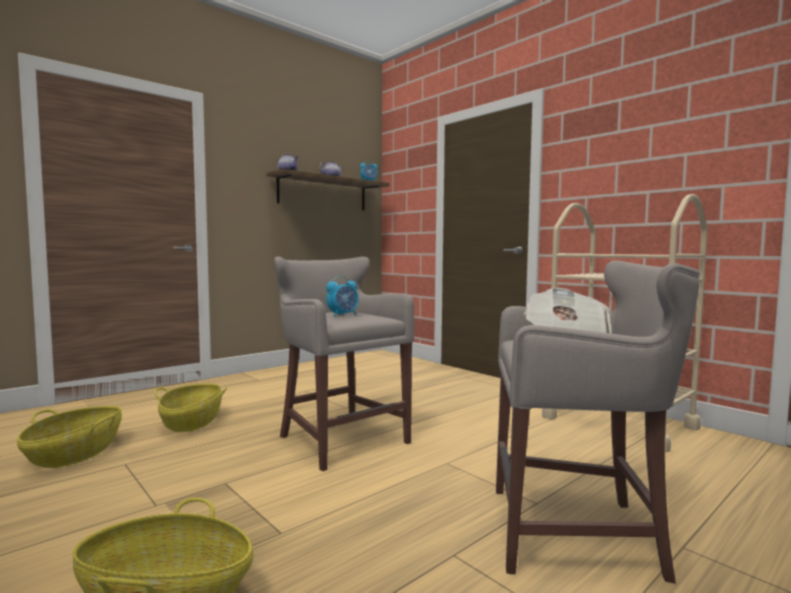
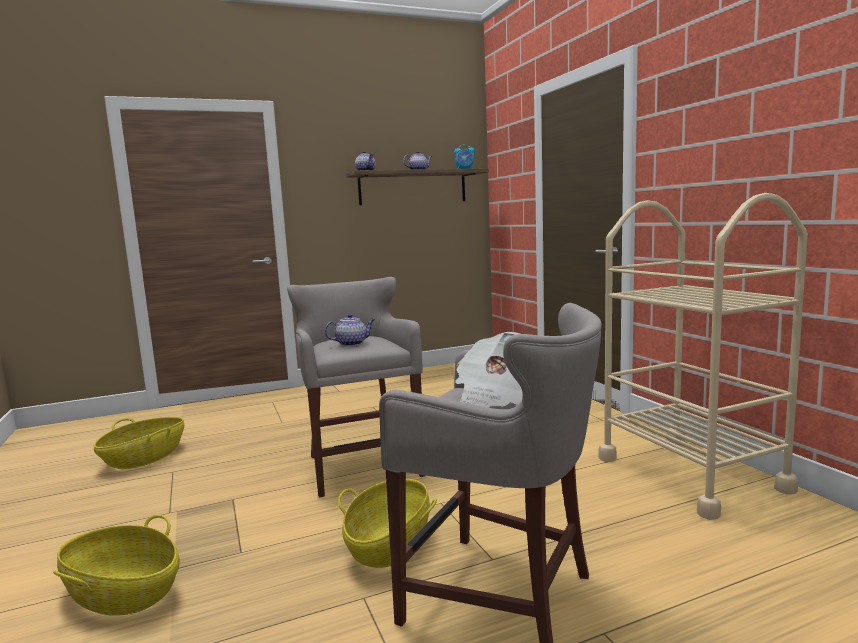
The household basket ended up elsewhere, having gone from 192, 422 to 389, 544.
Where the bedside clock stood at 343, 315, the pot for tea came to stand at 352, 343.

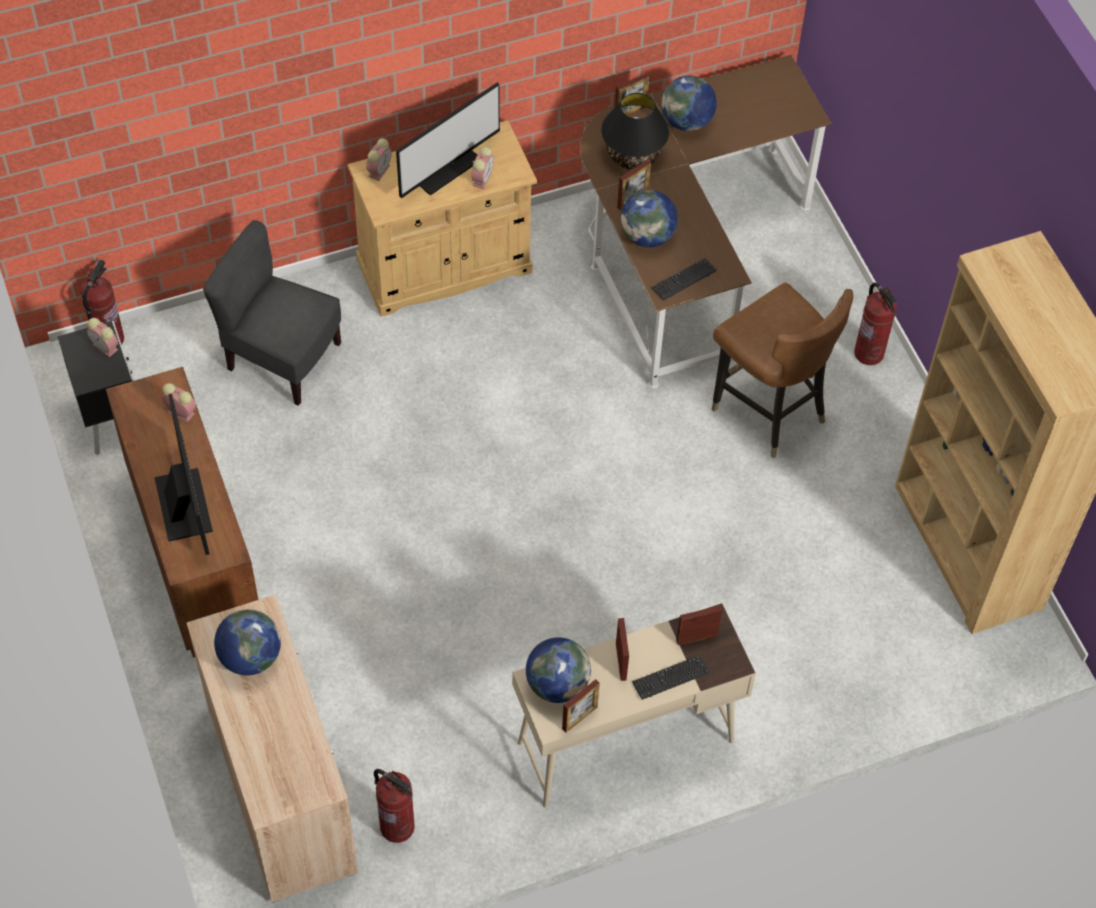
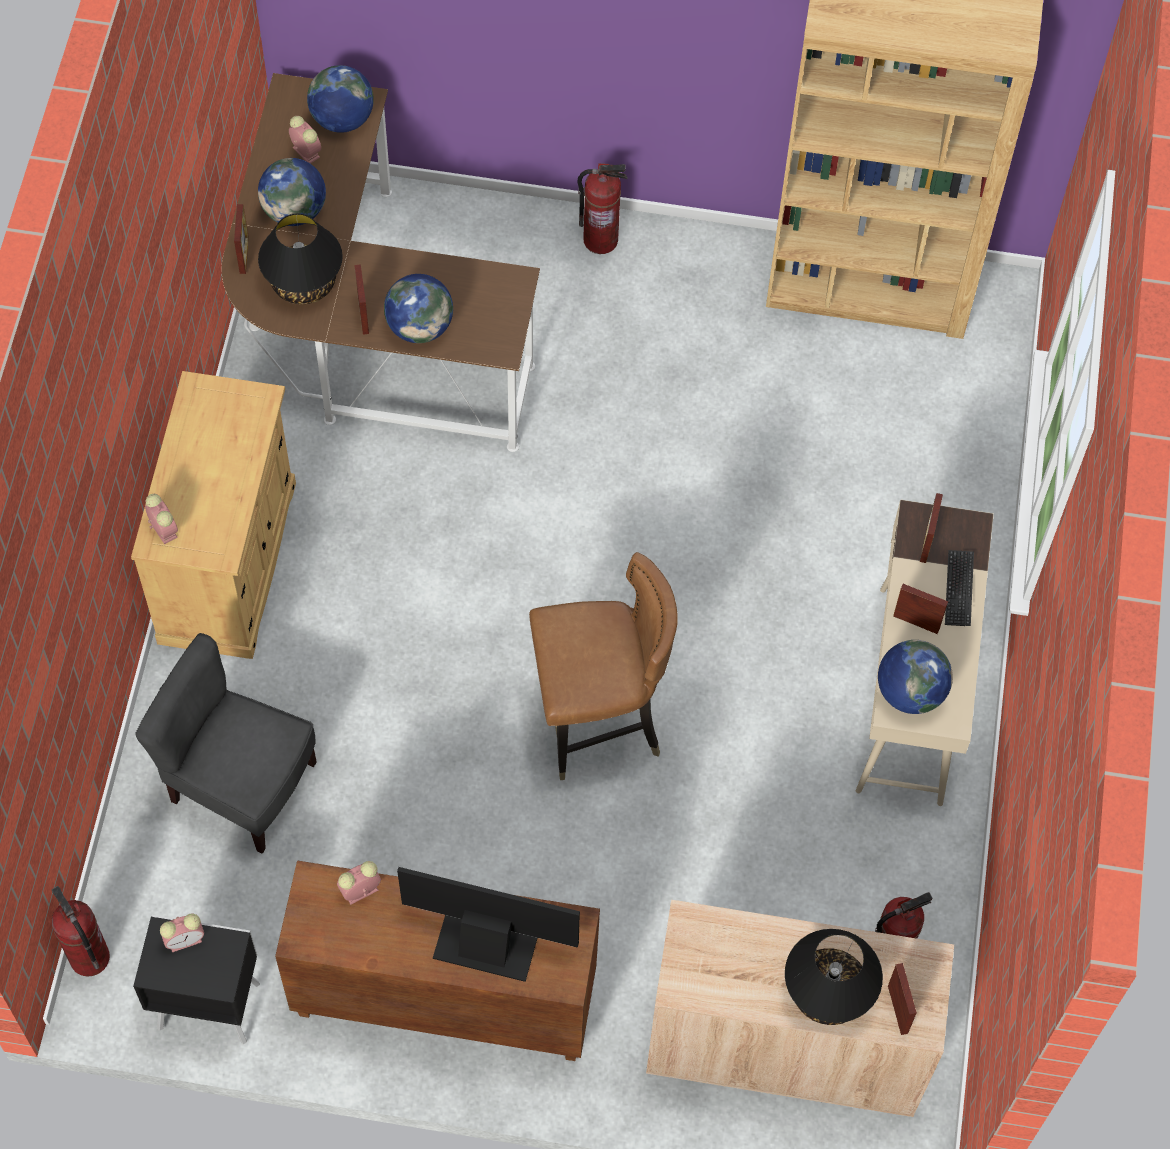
The greyish upright chair at 282, 358 ended up facing another way, 60 degrees clockwise from before.
The globe ended up elsewhere, having gone from 250, 657 to 342, 119.
The second view lost the computer display at 444, 167.
The bedside clock ended up elsewhere, having gone from 482, 178 to 305, 151.
The picture frame ended up elsewhere, having gone from 579, 718 to 897, 1009.
The second view lost the PC keyboard at 683, 280.
The brownish upright chair ended up elsewhere, having gone from 768, 411 to 598, 724.
The second view gained the blackish table lamp at 828, 991.

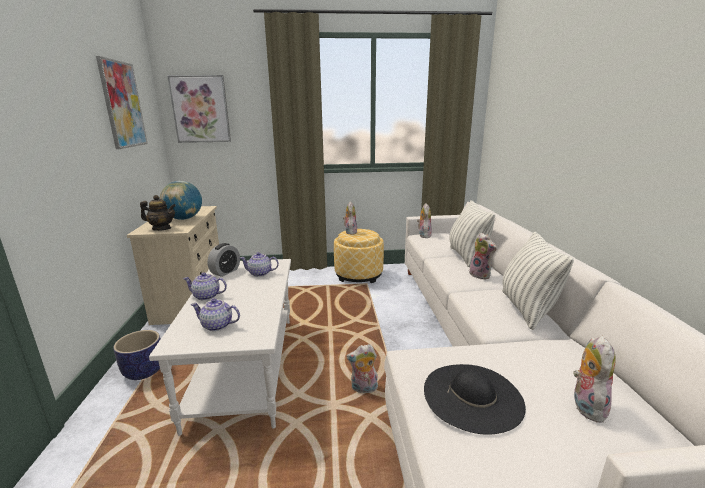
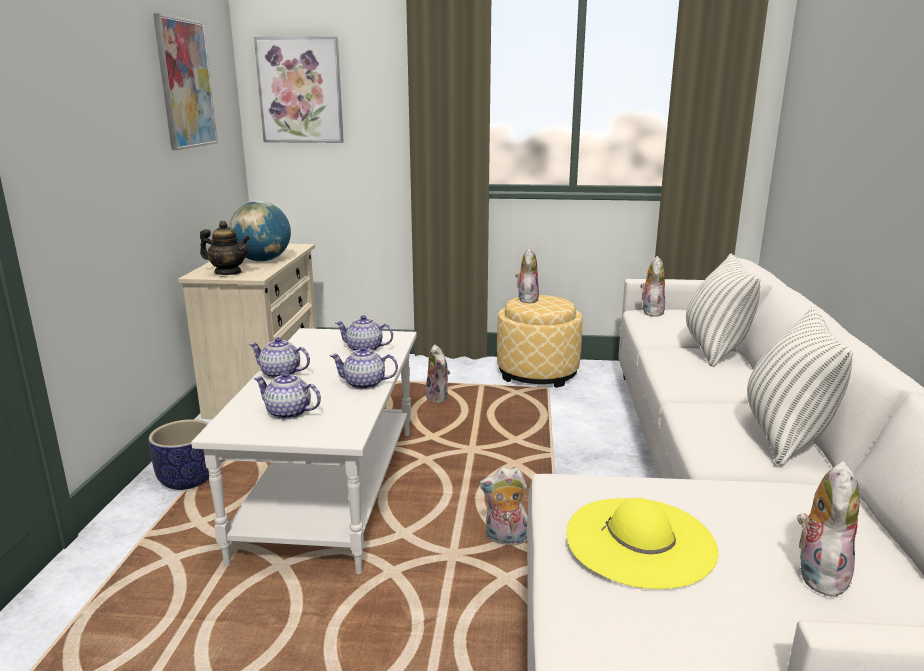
The second view lost the bedside clock at 225, 272.
What was the blackish wearable hat at 472, 396 turned into the yellow-coloured wearable hat at 640, 540.
The soft toy ended up elsewhere, having gone from 481, 275 to 439, 399.
The second view gained the pot for tea at 365, 384.

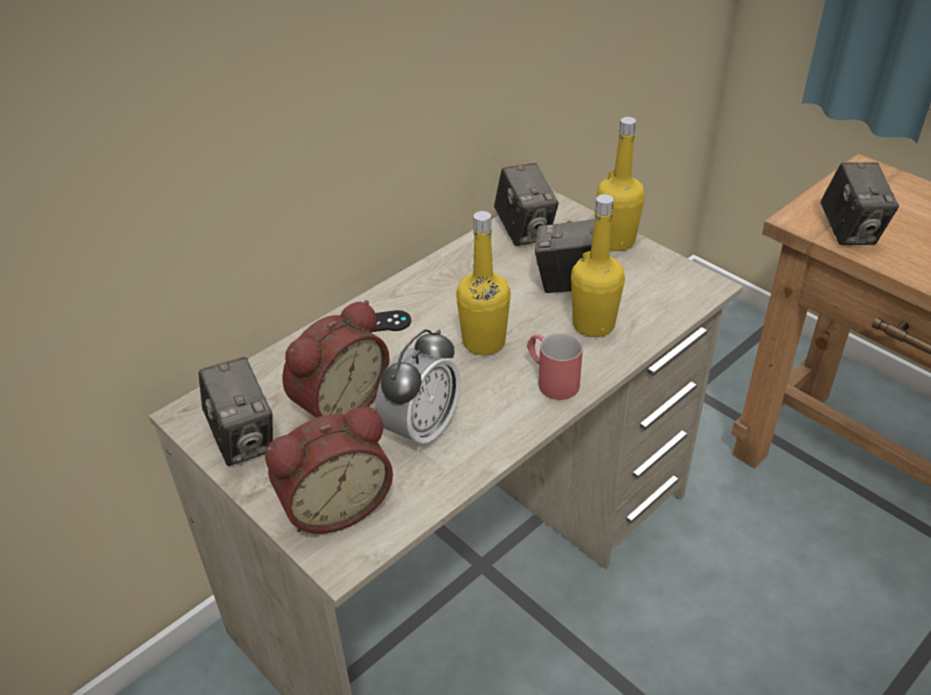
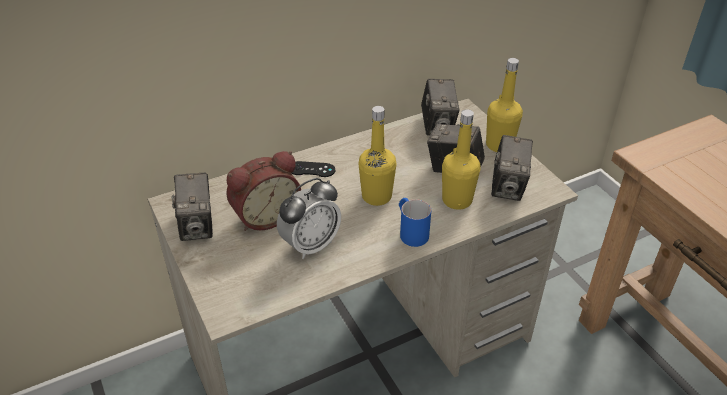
The second view lost the bedside clock at 334, 504.
What was the red-coloured mug at 551, 380 turned into the bluish mug at 410, 231.
The still camera ended up elsewhere, having gone from 849, 232 to 508, 187.

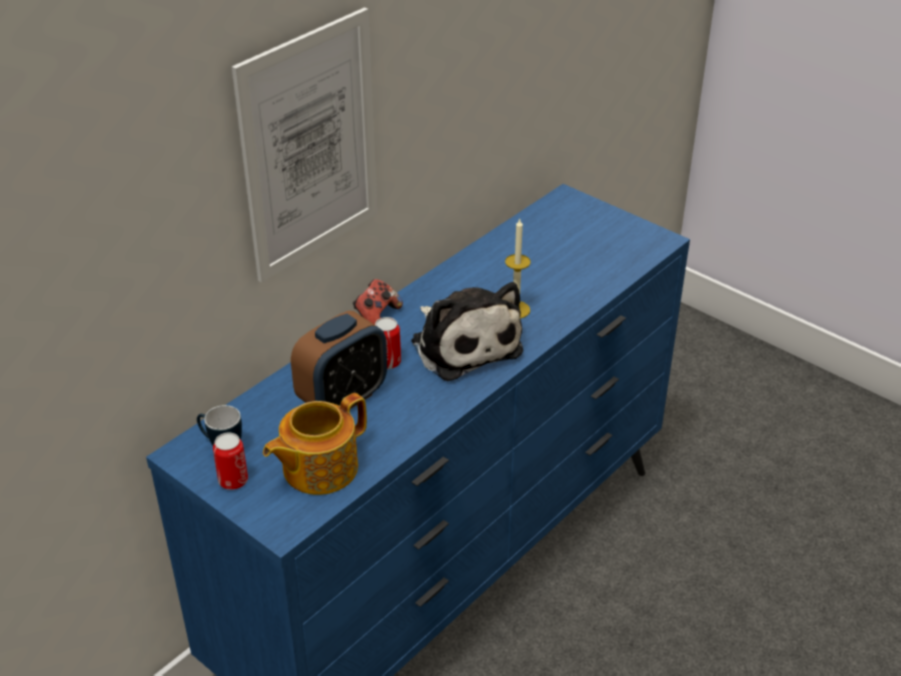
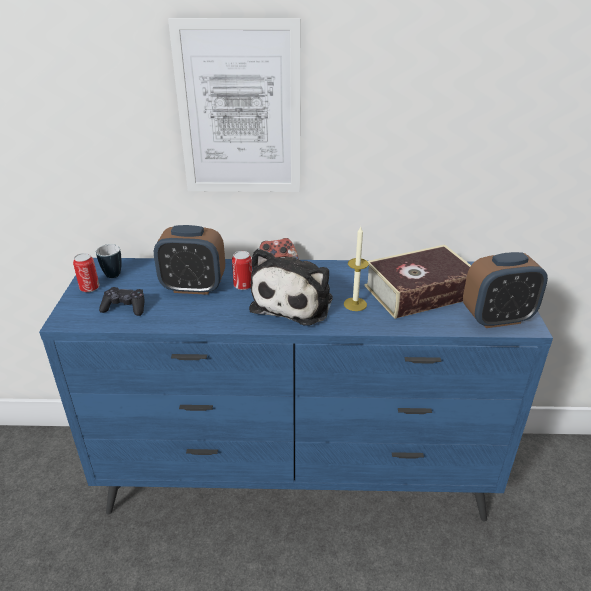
Where the pot for tea stood at 318, 468, the blackish joypad came to stand at 125, 307.
The second view gained the volume at 419, 292.
The second view gained the bedside clock at 497, 318.

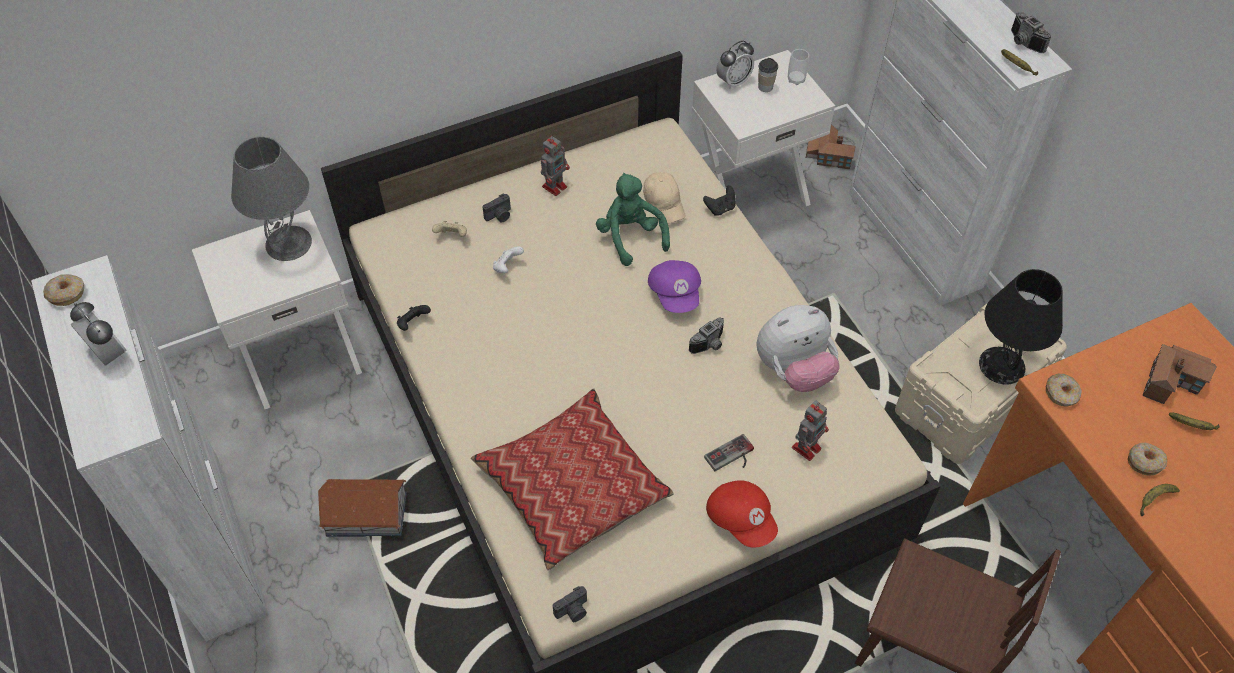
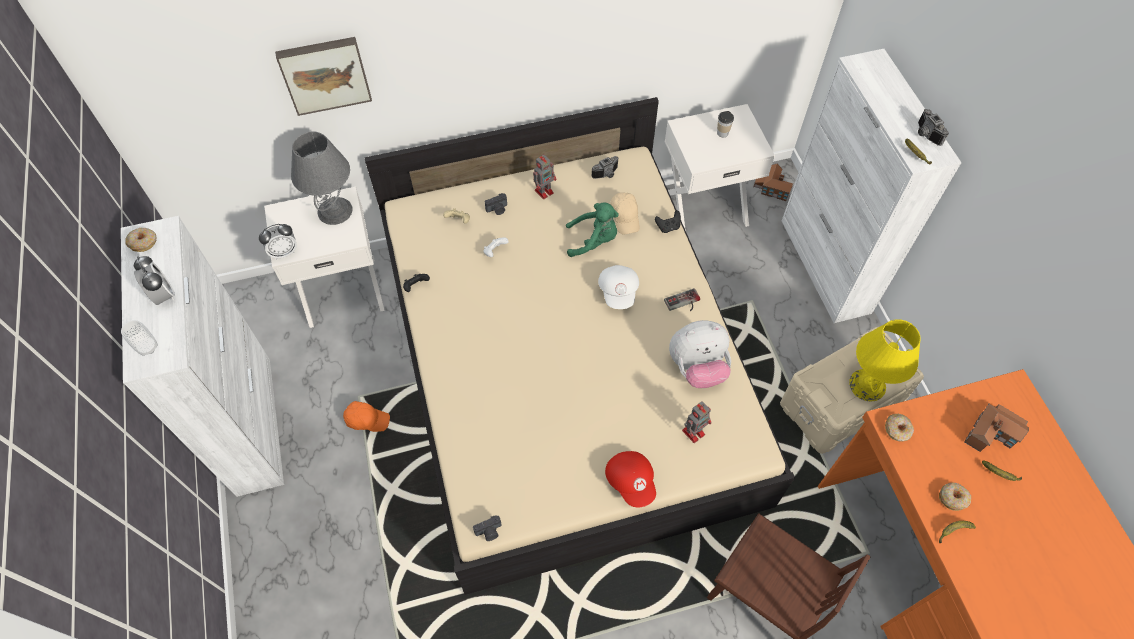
Where the toy house stood at 366, 514, the orange-coloured peaked cap came to stand at 367, 419.
The second view lost the cushion at 572, 486.
The greenish soft toy at 630, 237 ended up facing another way, 105 degrees clockwise from before.
What was the purple-coloured peaked cap at 676, 294 turned into the whitish peaked cap at 619, 292.
The still camera ended up elsewhere, having gone from 710, 345 to 607, 174.
The joypad ended up elsewhere, having gone from 732, 458 to 683, 303.
The bedside clock ended up elsewhere, having gone from 733, 82 to 284, 252.
The cup ended up elsewhere, having gone from 796, 79 to 147, 347.
What was the blackish table lamp at 1001, 365 turned into the yellow-coloured table lamp at 867, 384.
The second view gained the wall art at 325, 74.

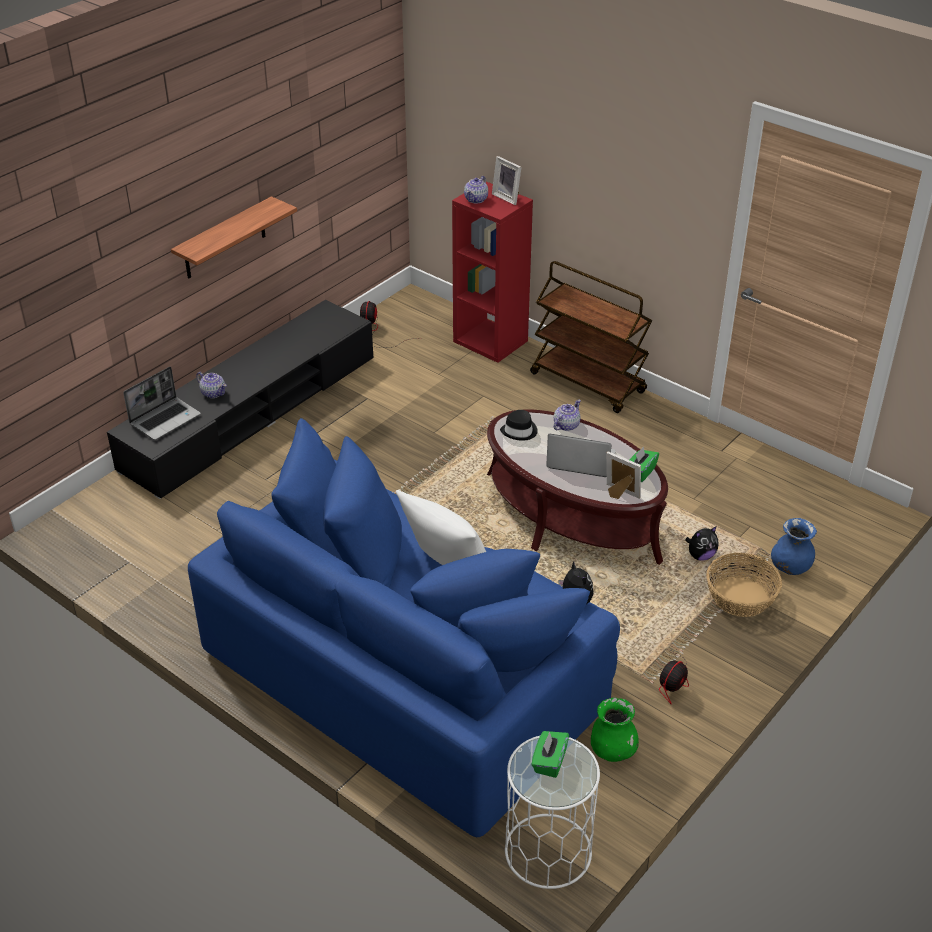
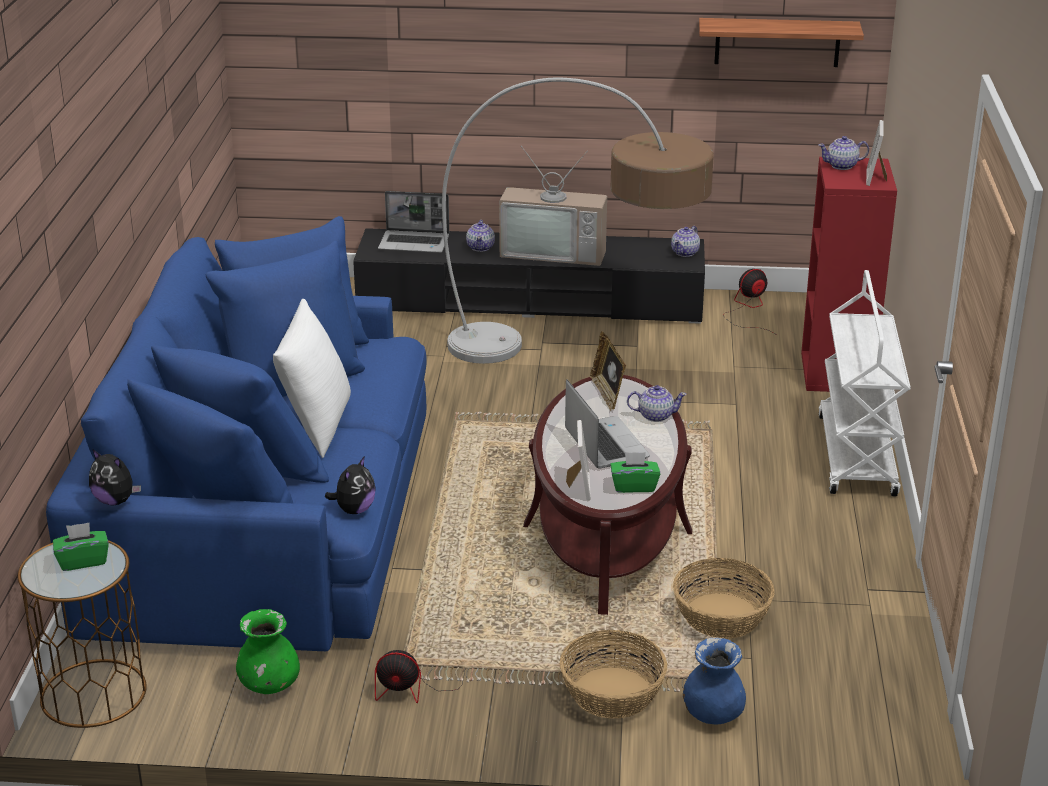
The shelf ended up elsewhere, having gone from 224, 239 to 777, 42.
Where the blackish wearable hat stood at 519, 431, the picture frame came to stand at 607, 394.
What was the whitish side table at 547, 851 turned into the brownish side table at 93, 693.
What was the brownish trolley at 588, 383 turned into the whitish trolley at 857, 456.
The soft toy ended up elsewhere, having gone from 700, 556 to 115, 501.
The second view gained the floor lamp at 582, 362.
The second view gained the TV set at 555, 251.
The second view gained the pot for tea at 685, 252.
The second view gained the household basket at 721, 616.

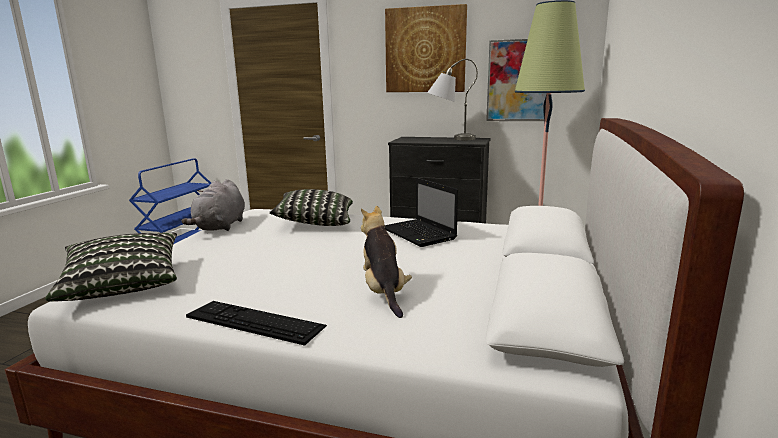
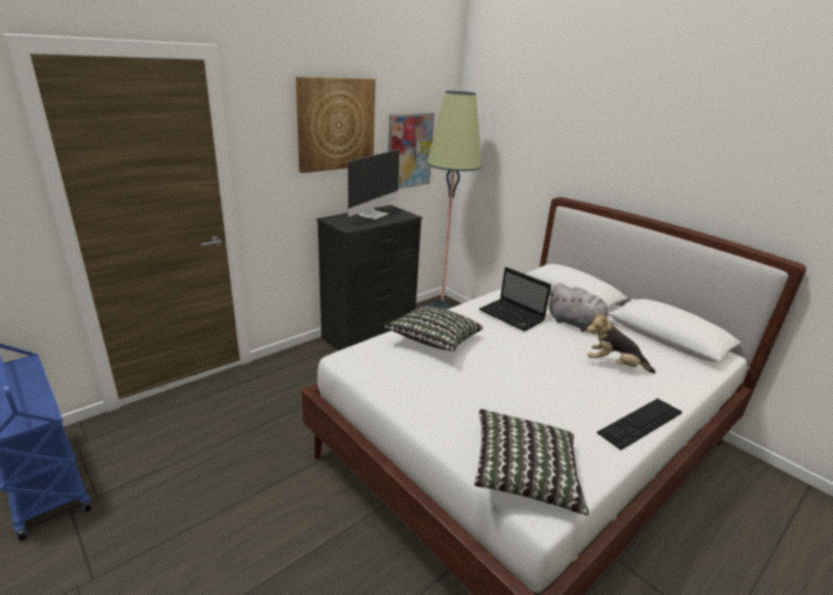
The greyish soft toy ended up elsewhere, having gone from 220, 227 to 577, 324.
The laptop at 419, 234 ended up facing another way, 45 degrees clockwise from before.
Where the greyish table lamp stood at 450, 139, the computer display came to stand at 373, 214.

